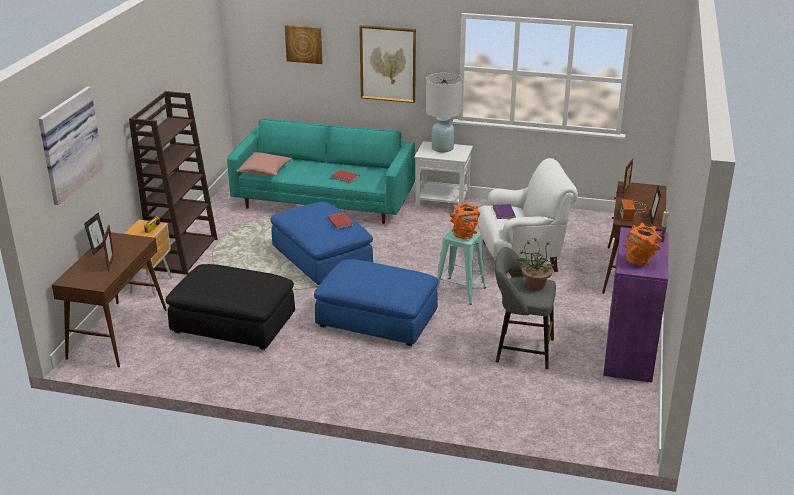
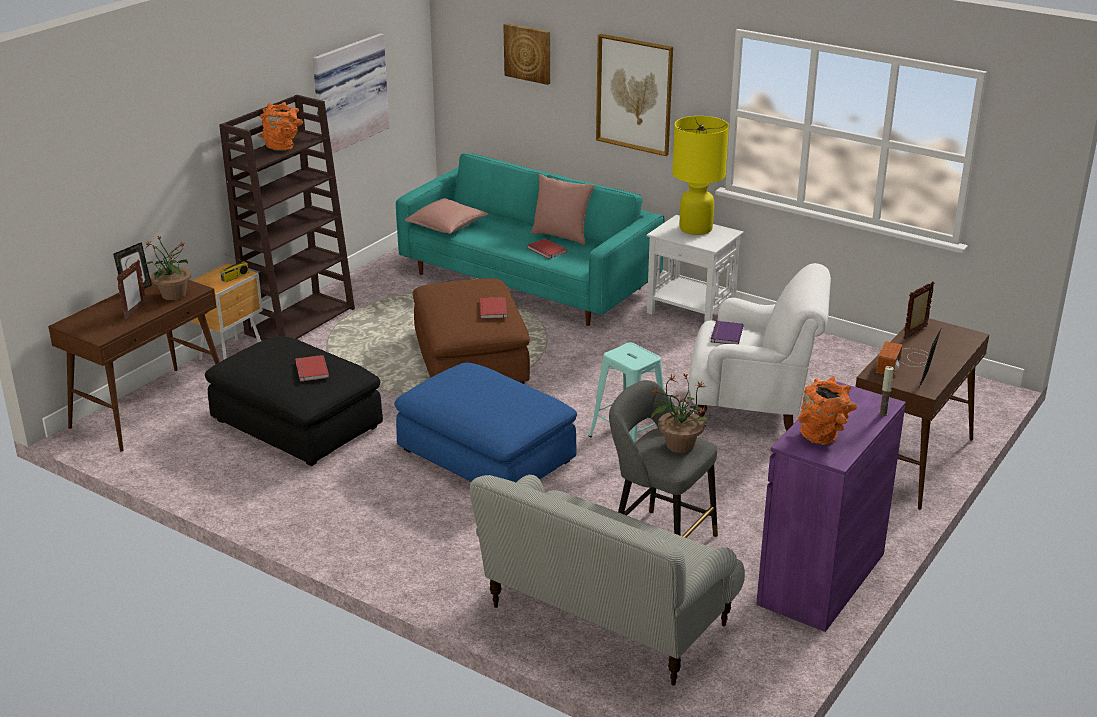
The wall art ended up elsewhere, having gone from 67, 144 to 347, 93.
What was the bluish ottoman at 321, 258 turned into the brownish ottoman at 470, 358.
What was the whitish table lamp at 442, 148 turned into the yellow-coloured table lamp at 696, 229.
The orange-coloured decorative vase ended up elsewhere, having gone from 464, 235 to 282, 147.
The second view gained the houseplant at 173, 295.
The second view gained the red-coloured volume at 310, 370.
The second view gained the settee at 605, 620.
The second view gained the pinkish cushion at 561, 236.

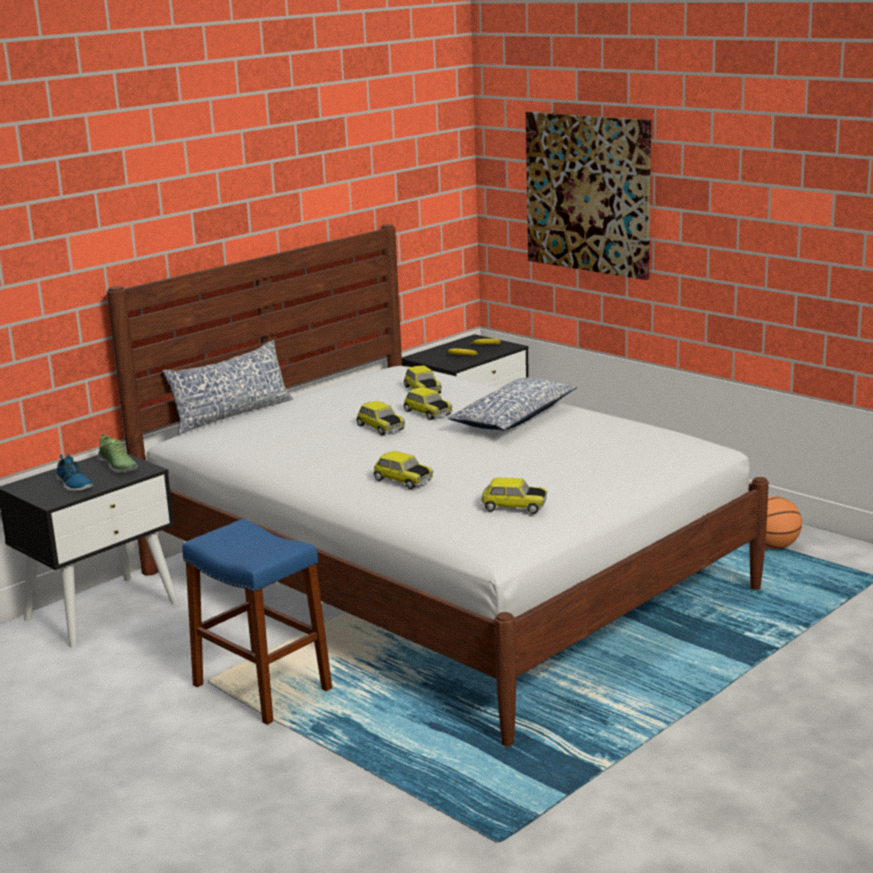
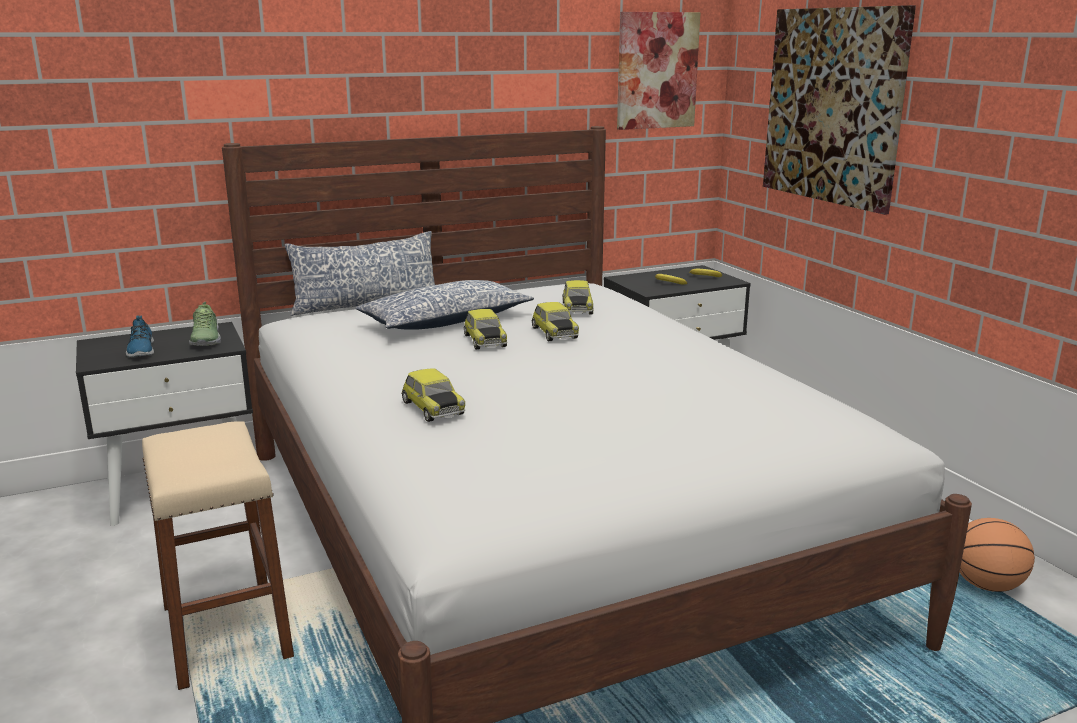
What was the bluish stool at 262, 687 turned into the beige-coloured stool at 226, 631.
The cushion ended up elsewhere, having gone from 513, 418 to 445, 321.
The second view lost the model car at 513, 507.
The second view gained the wall art at 656, 70.

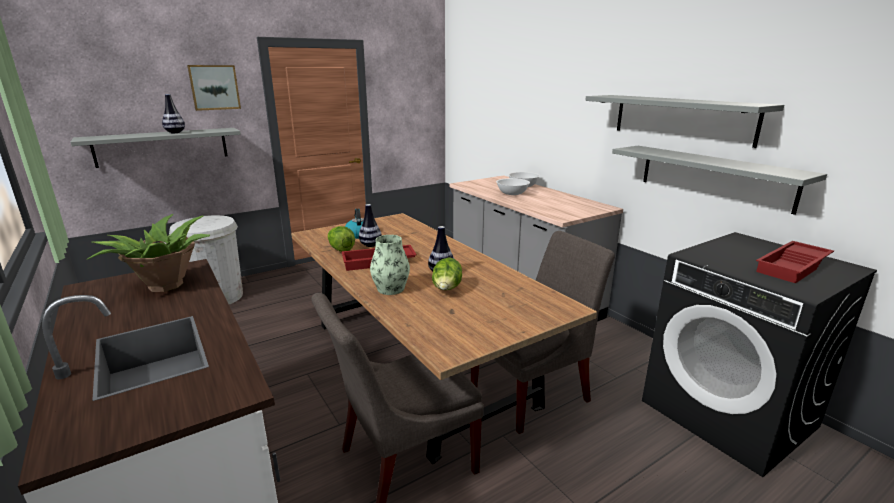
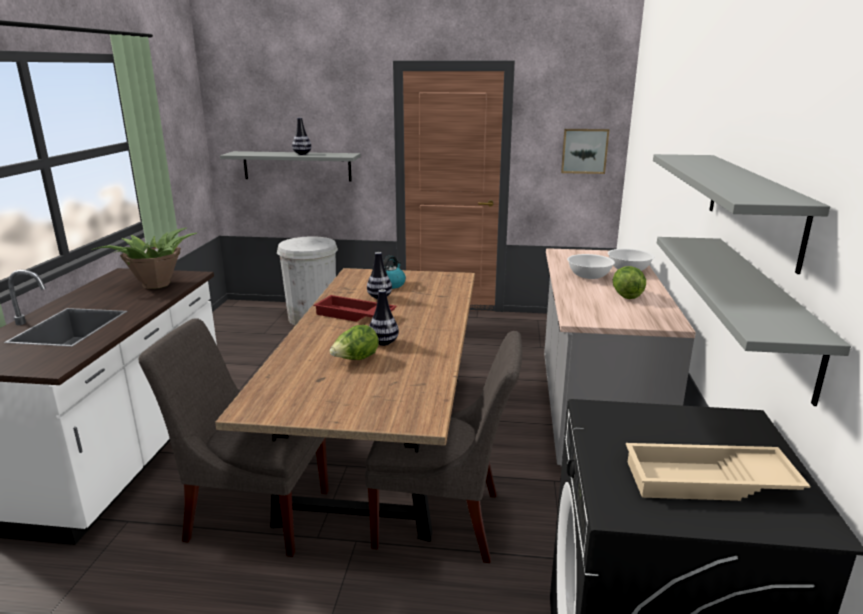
The wall art ended up elsewhere, having gone from 214, 87 to 584, 151.
The lettuce ended up elsewhere, having gone from 341, 249 to 626, 295.
The second view lost the decorative vase at 391, 289.
What was the red-coloured tray at 794, 267 turned into the beige-coloured tray at 708, 482.

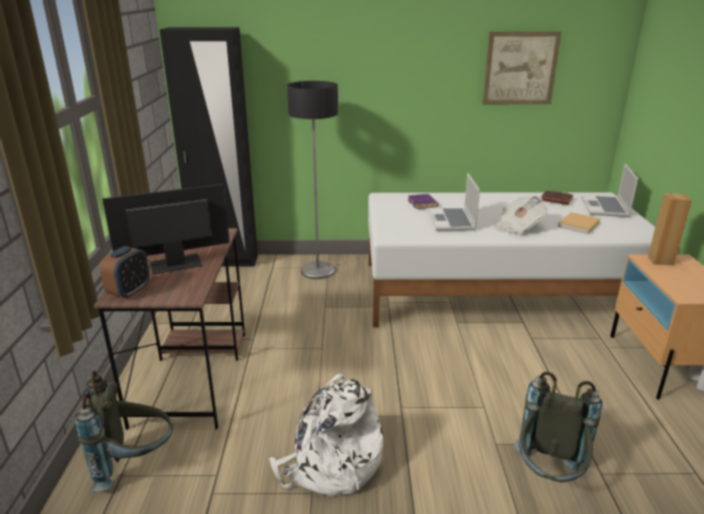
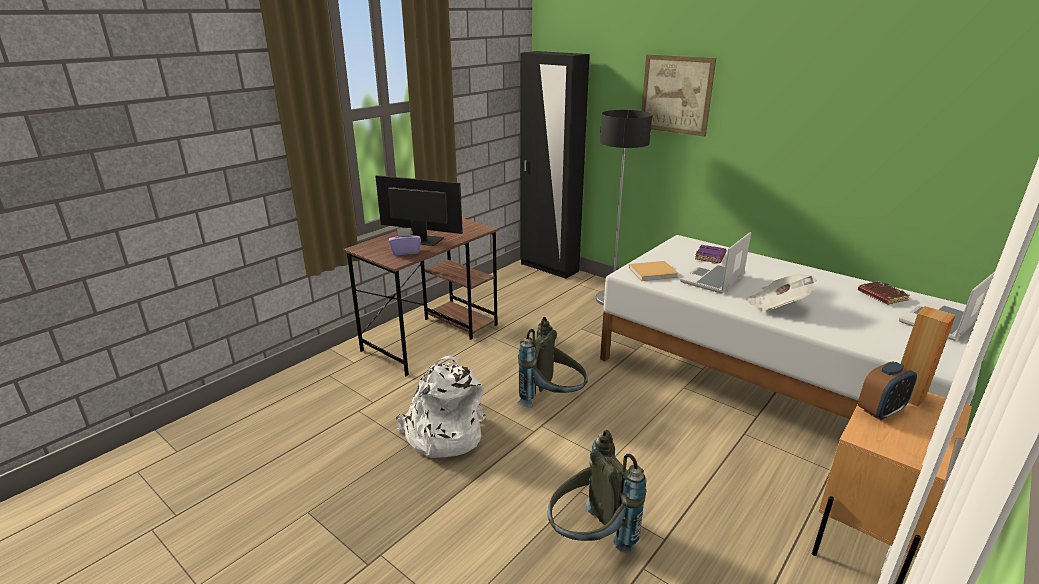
The greyish knapsack ended up elsewhere, having gone from 135, 464 to 553, 401.
The bedside clock ended up elsewhere, having gone from 129, 291 to 880, 411.
The wall art ended up elsewhere, having gone from 520, 68 to 676, 94.
The beige-coloured volume ended up elsewhere, having gone from 579, 224 to 654, 272.
The second view gained the purple-coloured tissue box at 405, 251.

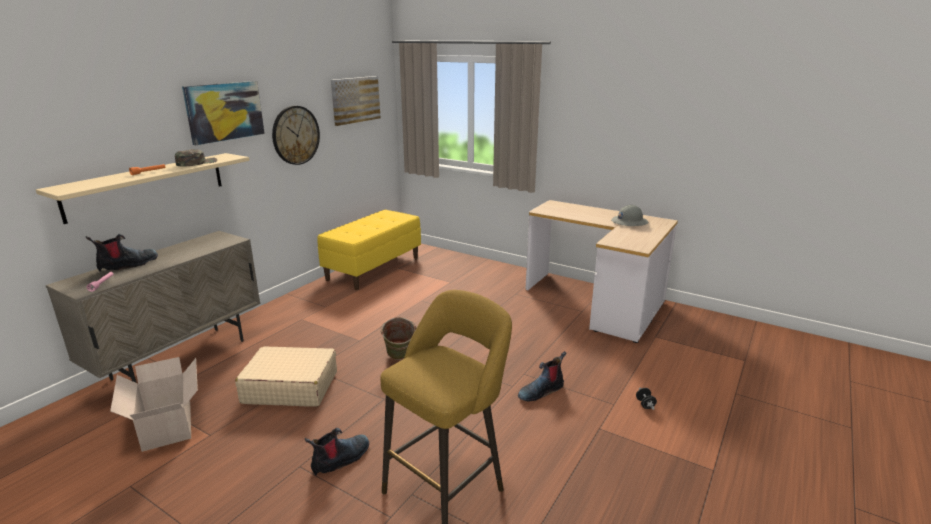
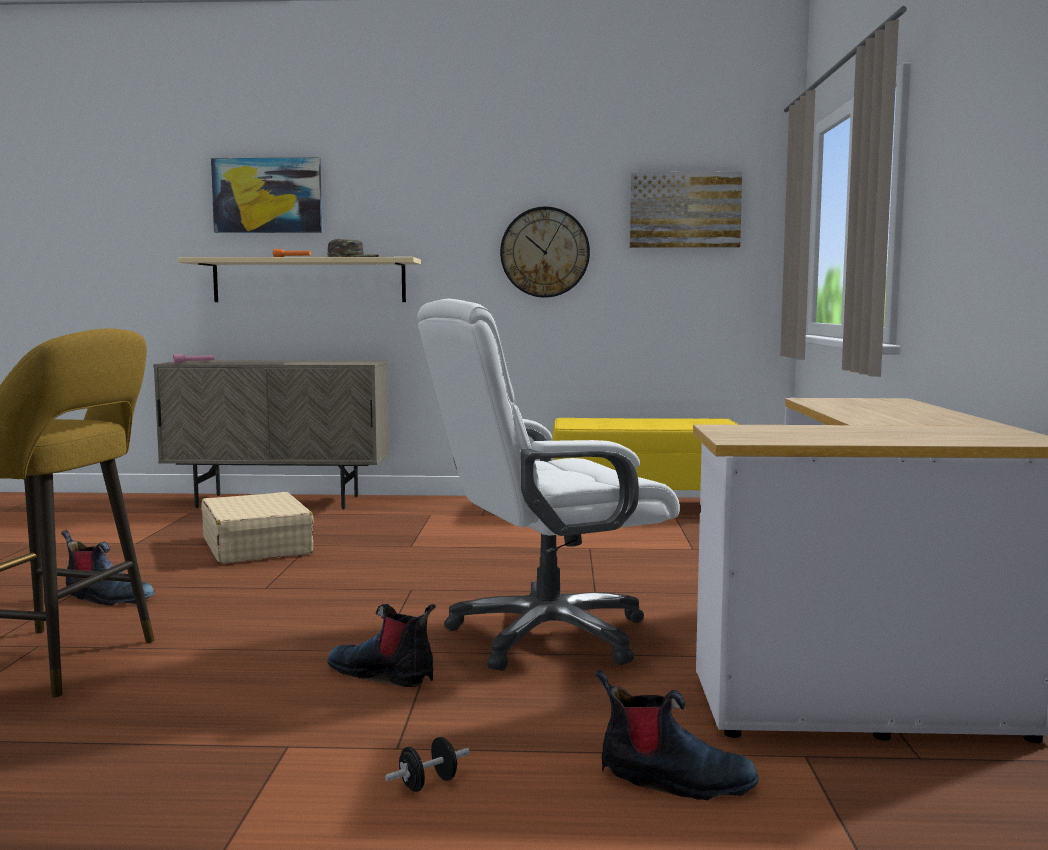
The high-top boot ended up elsewhere, having gone from 128, 265 to 674, 781.
The second view lost the carton at 166, 427.
The wall art ended up elsewhere, having gone from 224, 111 to 267, 195.
The second view lost the greenish bucket at 399, 359.
The second view lost the greyish safety helmet at 629, 222.
The second view gained the whitish desk chair at 546, 636.

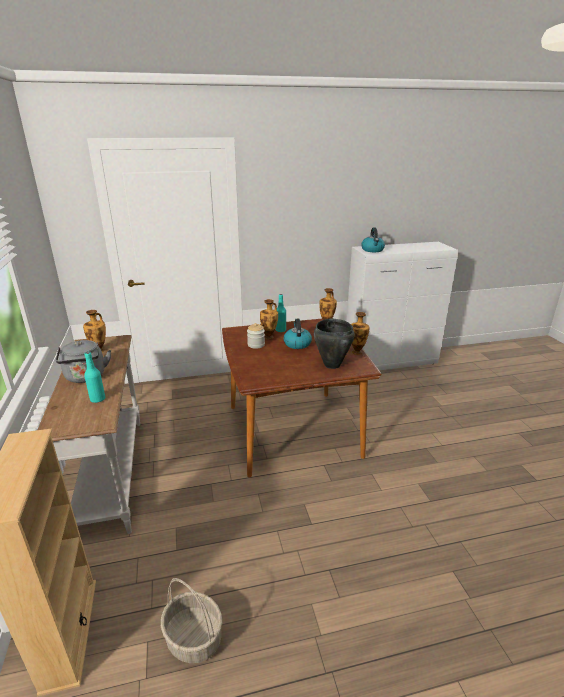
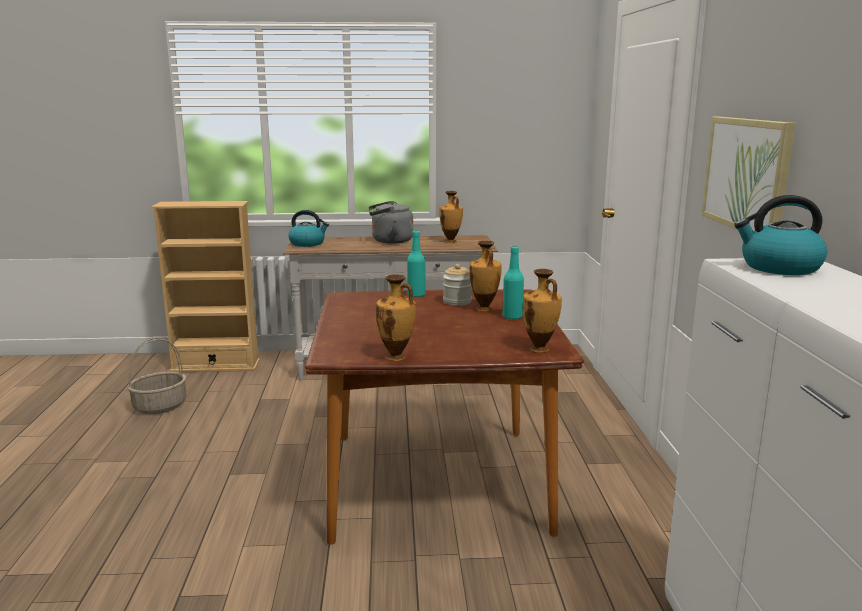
The turquoise-coloured bottle ended up elsewhere, having gone from 97, 399 to 416, 295.
The tea kettle ended up elsewhere, having gone from 297, 344 to 308, 243.
The second view lost the blackish cooking pot at 331, 365.
The second view gained the wall art at 747, 174.

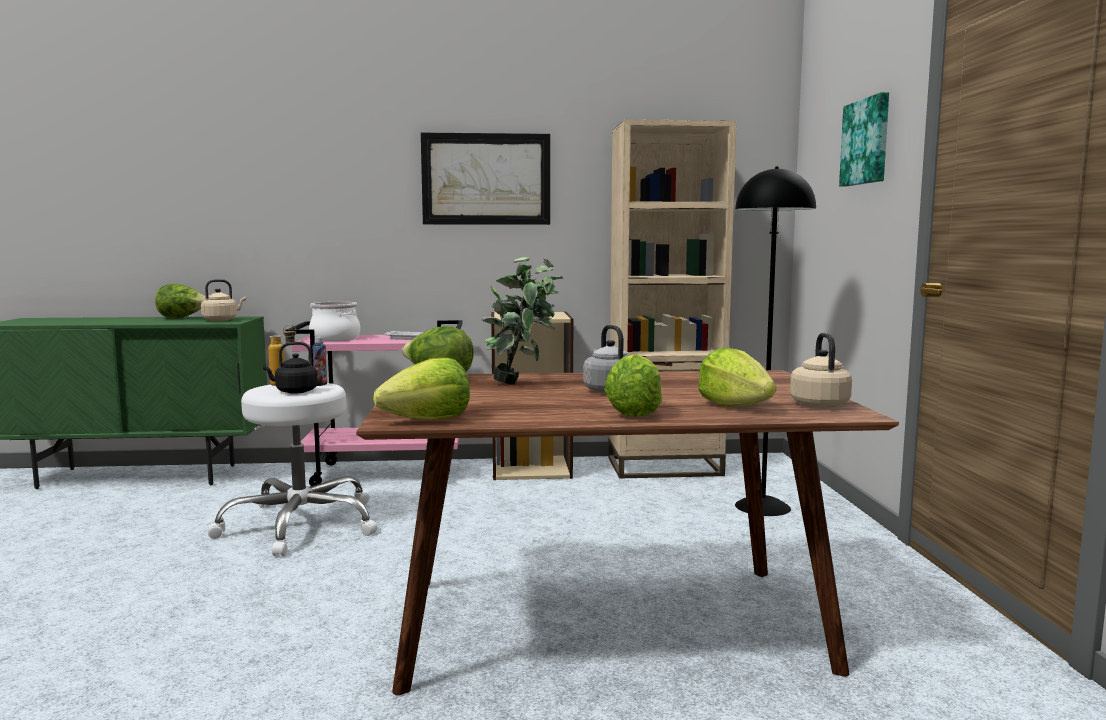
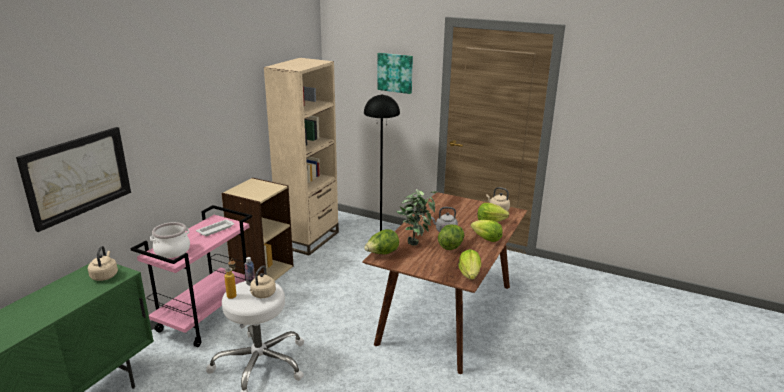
The lettuce ended up elsewhere, having gone from 182, 318 to 451, 246.
What was the blackish tea kettle at 294, 391 turned into the beige-coloured tea kettle at 262, 295.
The wall art ended up elsewhere, having gone from 486, 179 to 77, 176.

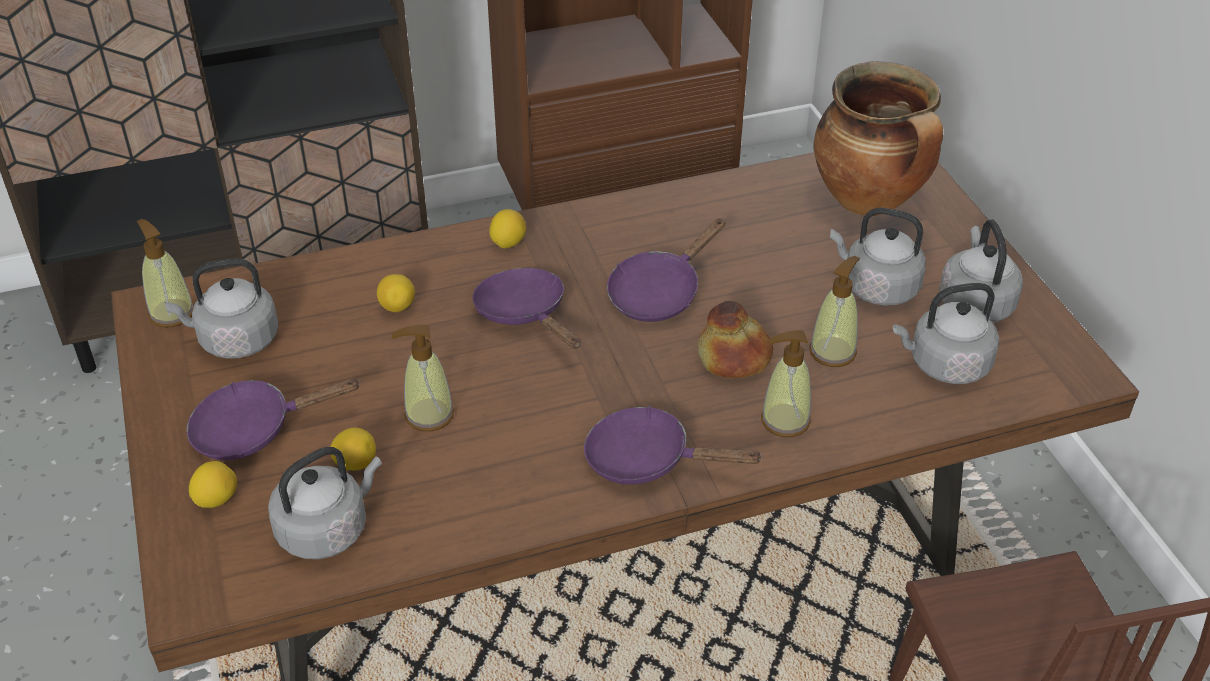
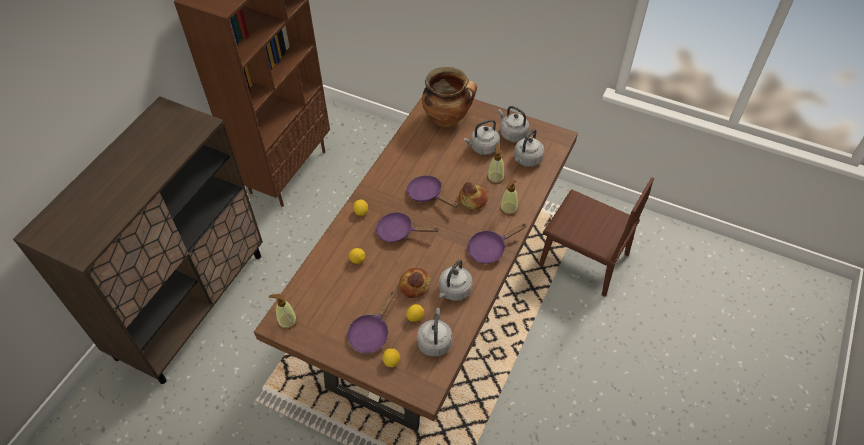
The greyish tea kettle ended up elsewhere, having gone from 234, 340 to 454, 291.
Where the soap dispenser stood at 428, 415, the baked bread came to stand at 415, 285.
The purple-coloured skillet at 659, 292 ended up facing another way, 135 degrees clockwise from before.

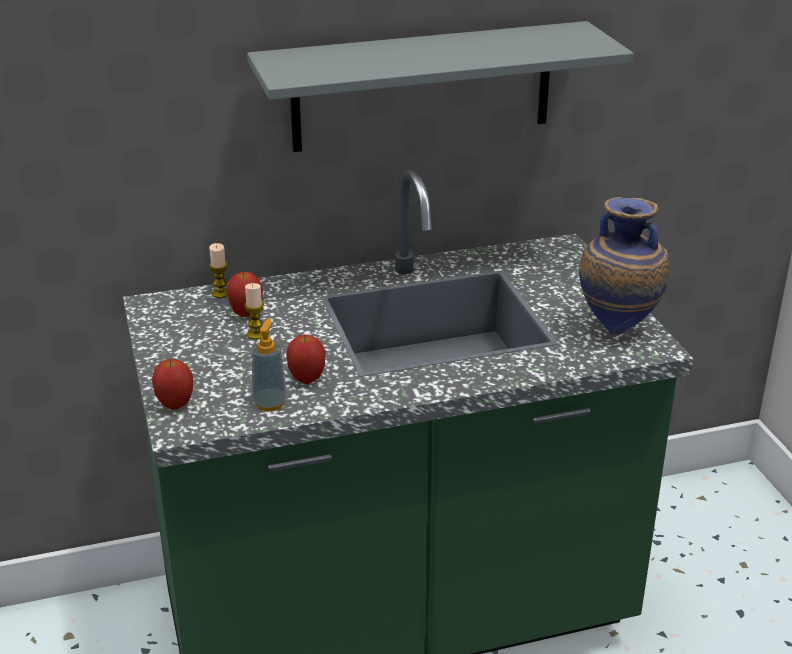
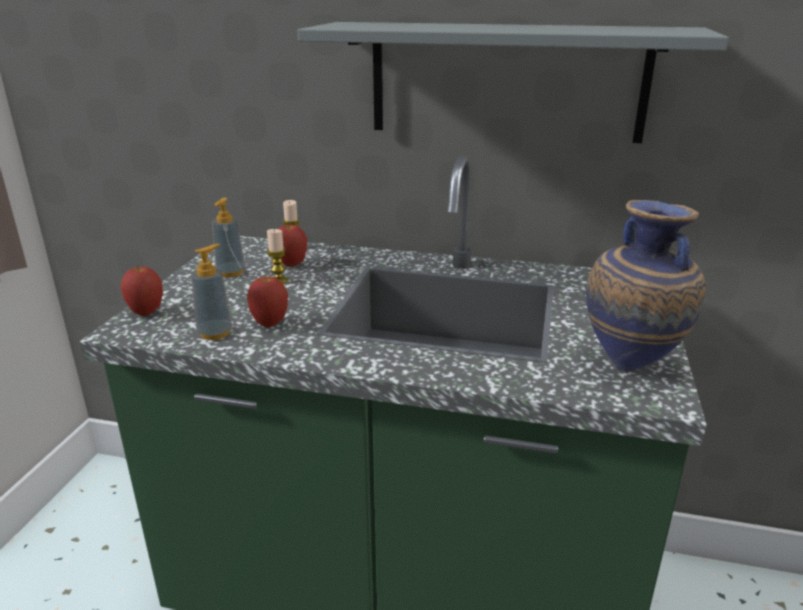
The second view gained the soap dispenser at 231, 272.

